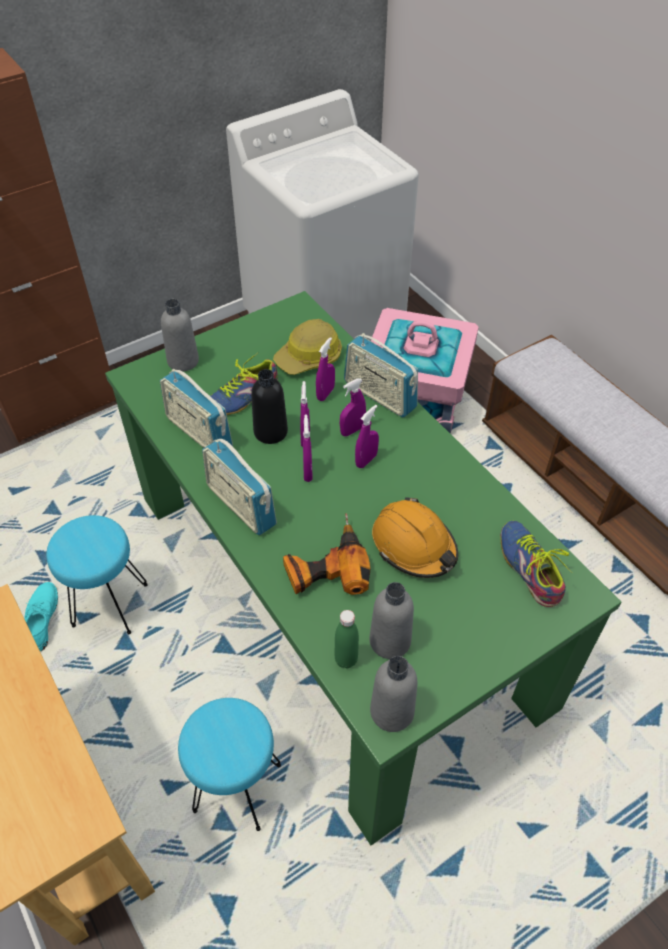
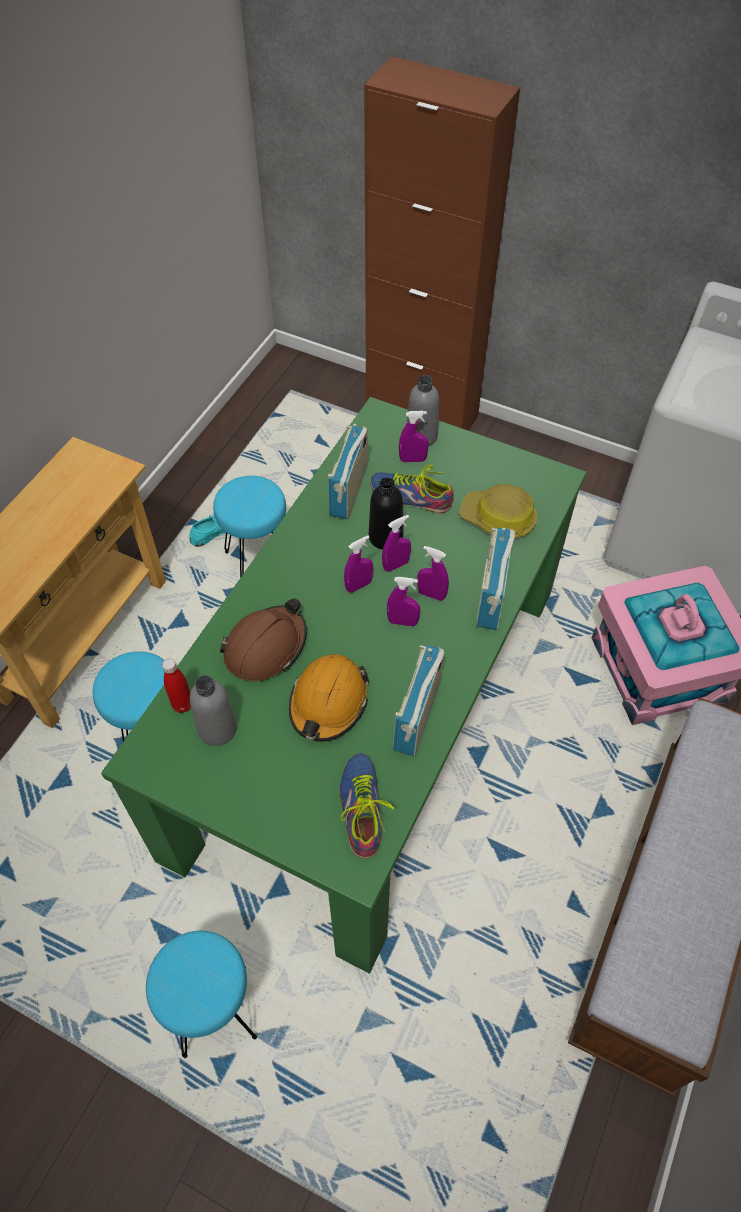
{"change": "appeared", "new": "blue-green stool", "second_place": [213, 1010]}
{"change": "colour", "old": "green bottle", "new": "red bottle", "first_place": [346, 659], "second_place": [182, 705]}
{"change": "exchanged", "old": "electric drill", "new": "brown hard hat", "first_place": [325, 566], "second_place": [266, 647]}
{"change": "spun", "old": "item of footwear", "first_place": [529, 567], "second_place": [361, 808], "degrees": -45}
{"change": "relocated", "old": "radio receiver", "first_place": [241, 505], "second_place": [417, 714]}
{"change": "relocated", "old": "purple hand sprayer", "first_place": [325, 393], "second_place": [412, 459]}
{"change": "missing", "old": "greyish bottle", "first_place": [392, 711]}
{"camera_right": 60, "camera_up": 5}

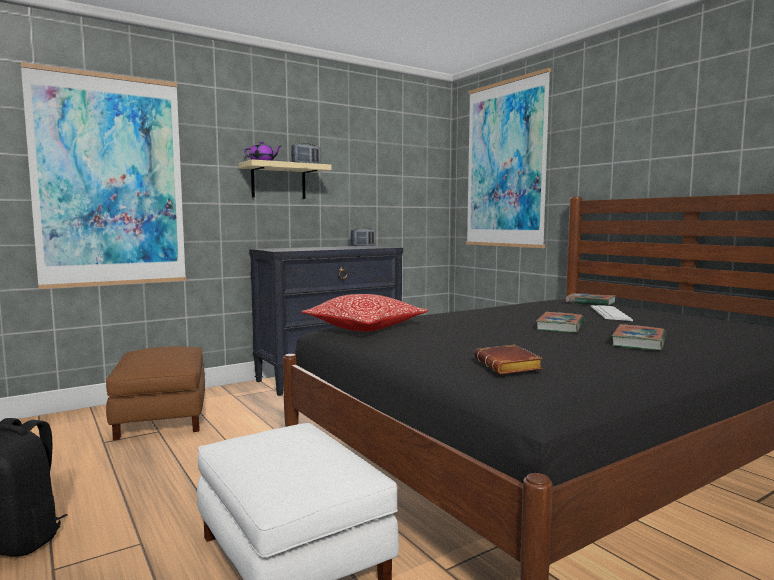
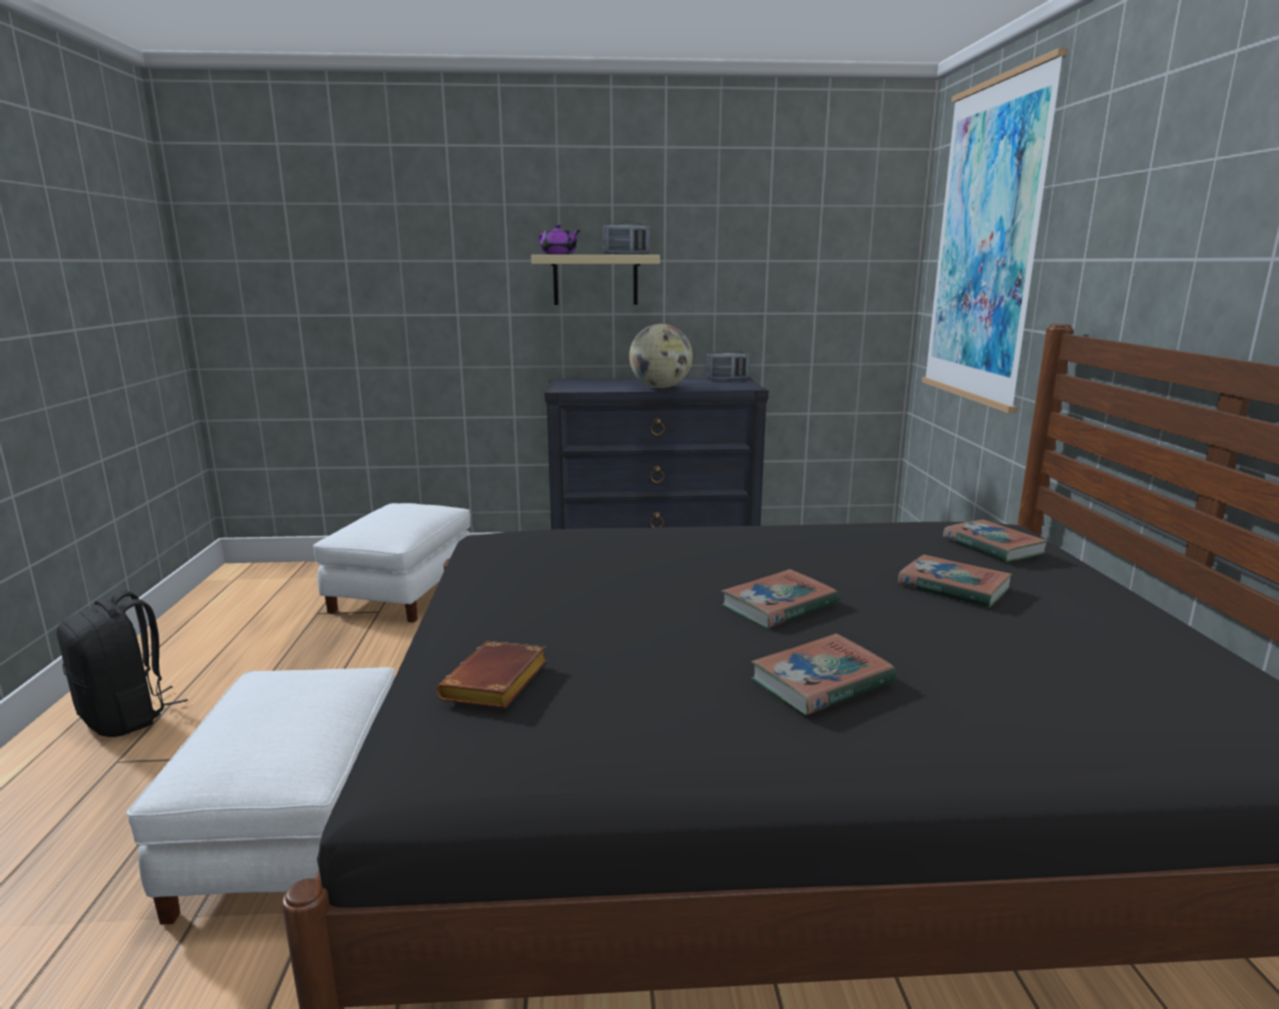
{"change": "colour", "old": "brown footrest", "new": "whitish footrest", "first_place": [161, 417], "second_place": [402, 592]}
{"change": "appeared", "new": "world globe", "second_place": [660, 388]}
{"change": "exchanged", "old": "keyboard", "new": "volume", "first_place": [610, 314], "second_place": [953, 587]}
{"change": "missing", "old": "picture", "first_place": [110, 181]}
{"change": "missing", "old": "pillow", "first_place": [365, 328]}
{"camera_right": 30, "camera_up": 10}

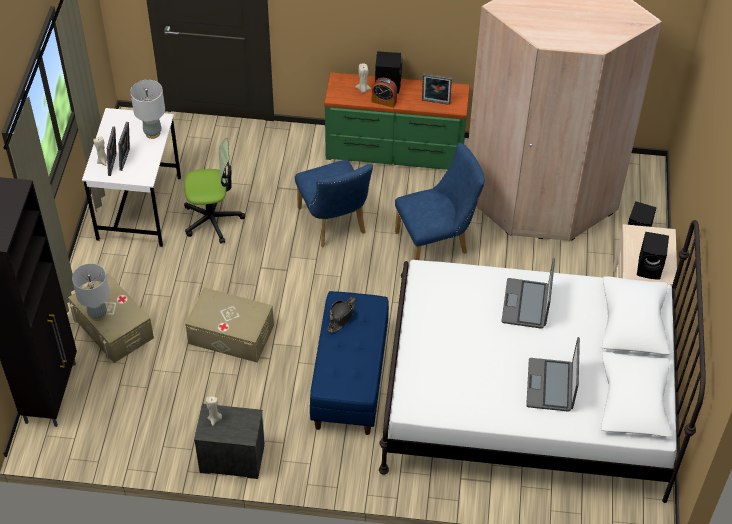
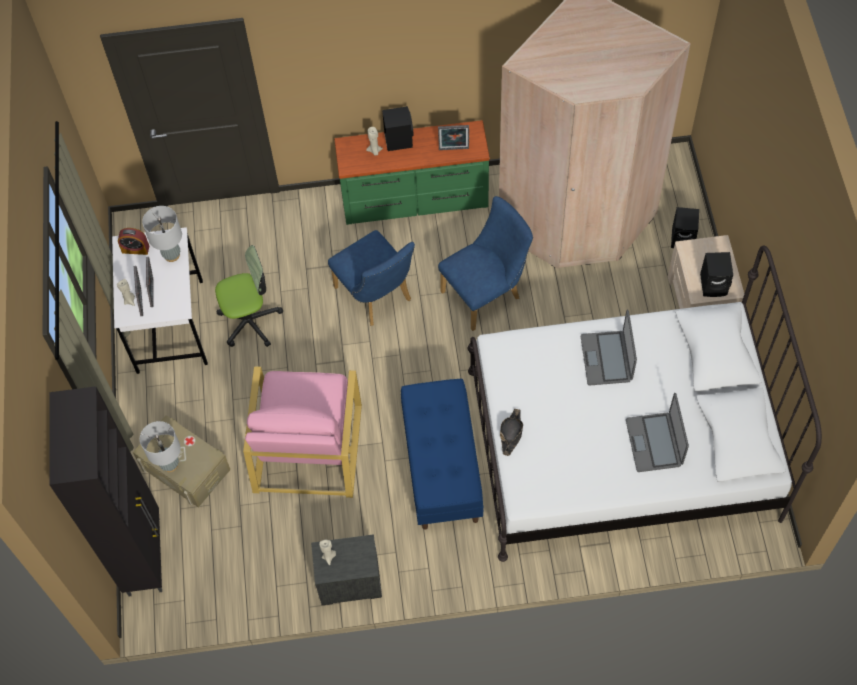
{"change": "relocated", "old": "alarm clock", "first_place": [384, 101], "second_place": [135, 249]}
{"change": "exchanged", "old": "beige-coloured storage box", "new": "pink-coloured lounge chair", "first_place": [231, 334], "second_place": [308, 446]}
{"change": "relocated", "old": "black-coloured wearable hat", "first_place": [341, 316], "second_place": [511, 433]}
{"camera_right": -10, "camera_up": 10}

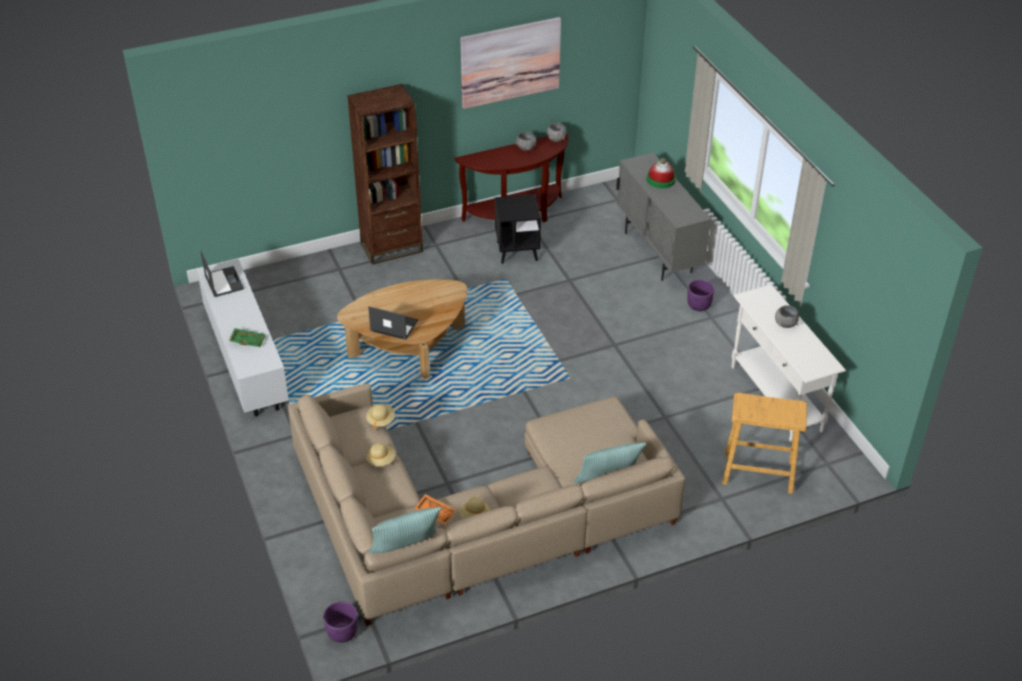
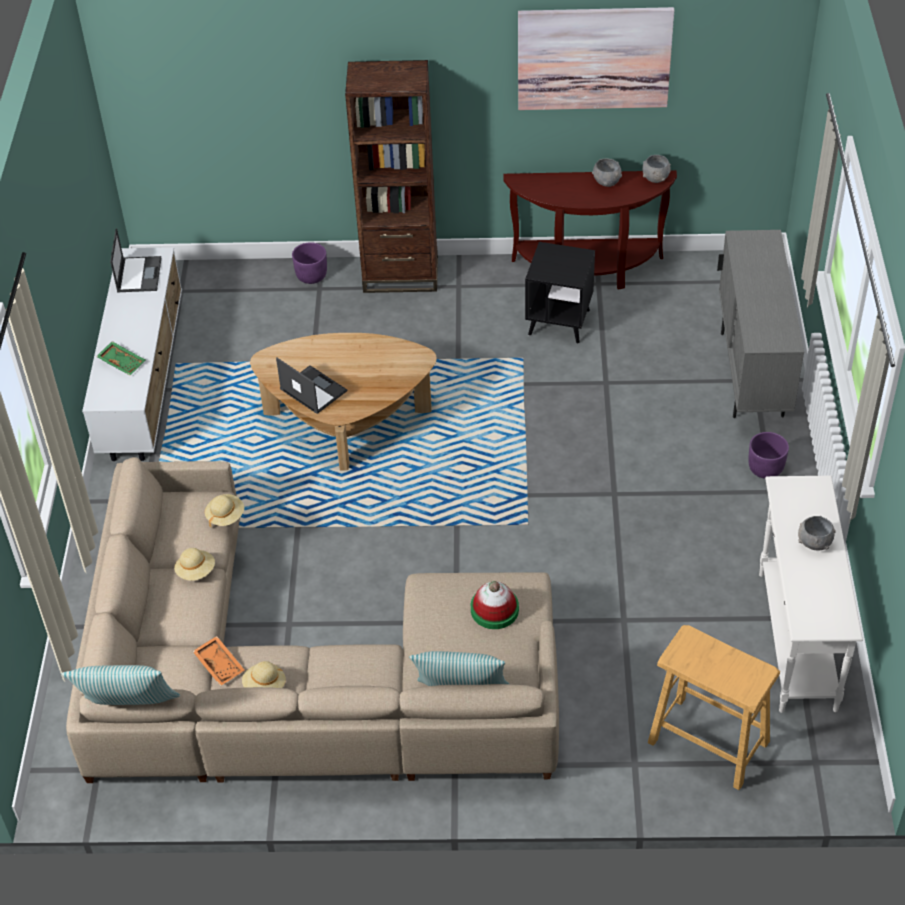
{"change": "relocated", "old": "purple flower pot", "first_place": [342, 632], "second_place": [311, 276]}
{"change": "relocated", "old": "wearable hat", "first_place": [661, 179], "second_place": [494, 609]}
{"camera_right": 25, "camera_up": 5}

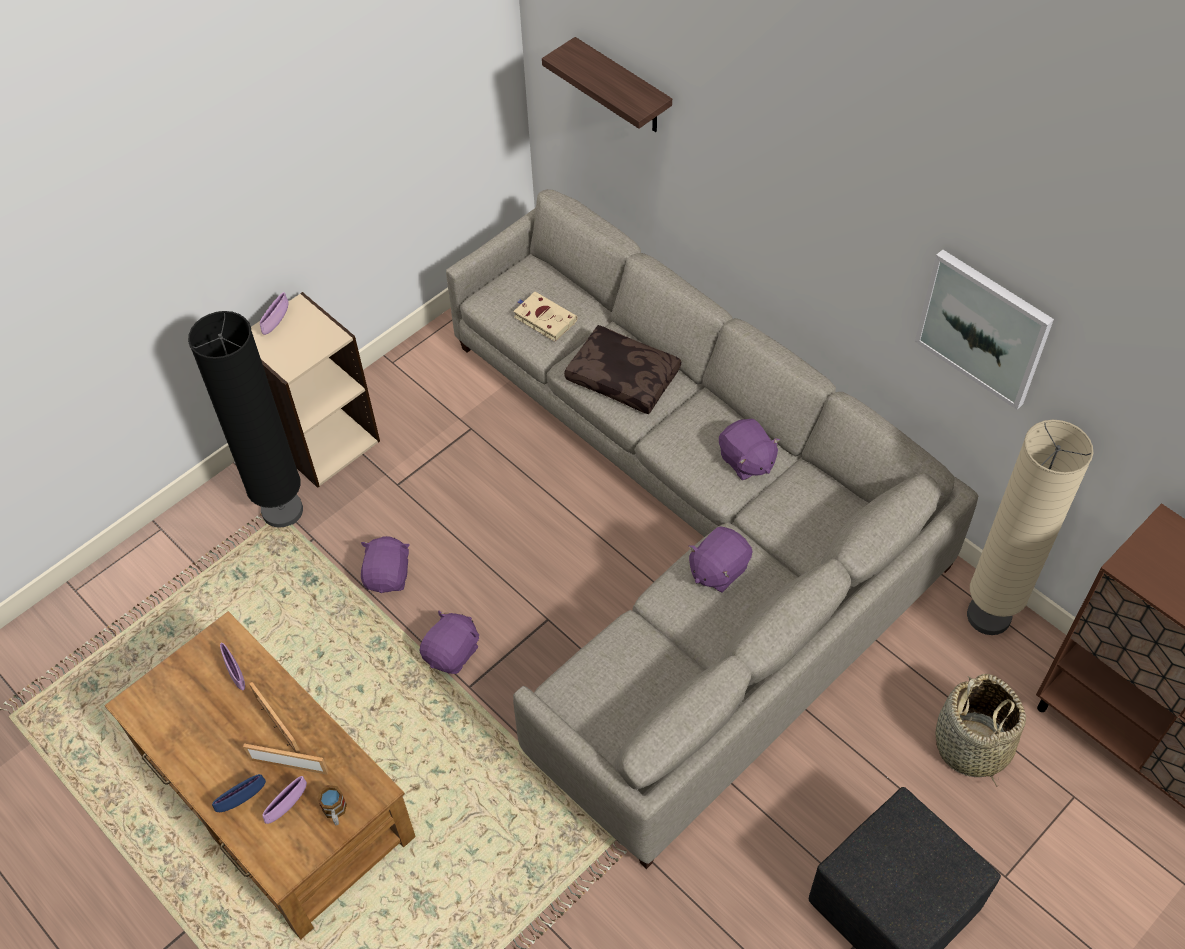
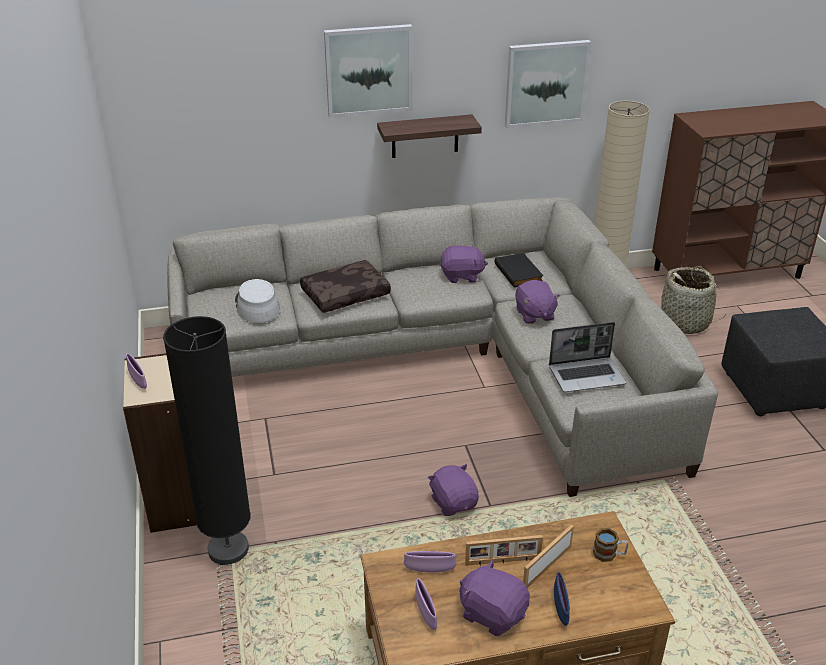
{"change": "exchanged", "old": "beige-coloured volume", "new": "greyish wearable hat", "first_place": [543, 318], "second_place": [256, 305]}
{"change": "appeared", "new": "picture", "second_place": [368, 70]}
{"change": "relocated", "old": "shelf", "first_place": [623, 88], "second_place": [425, 136]}
{"change": "relocated", "old": "purple serving bowl", "first_place": [287, 805], "second_place": [425, 613]}
{"change": "relocated", "old": "purple soft toy", "first_place": [388, 575], "second_place": [492, 613]}
{"change": "appeared", "new": "black-coloured volume", "second_place": [519, 273]}
{"change": "appeared", "new": "portable computer", "second_place": [587, 375]}
{"camera_right": -60, "camera_up": -20}

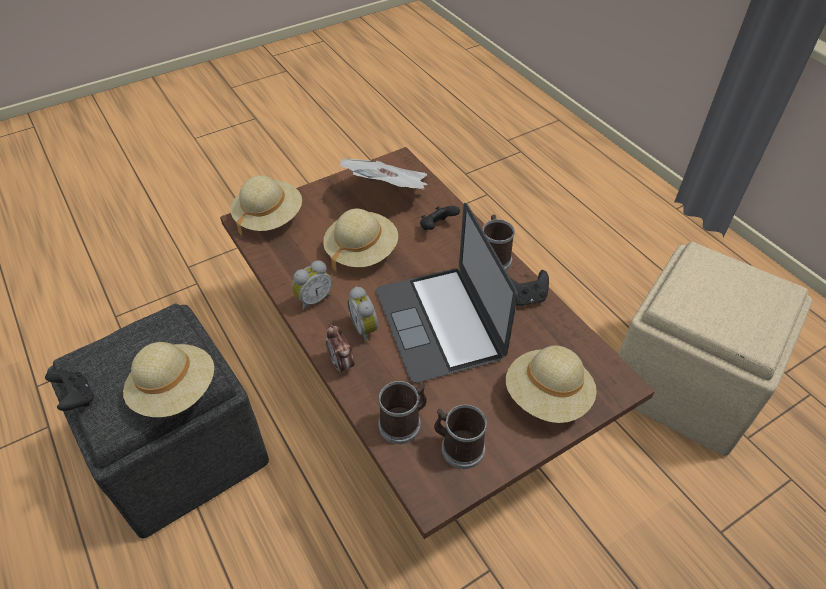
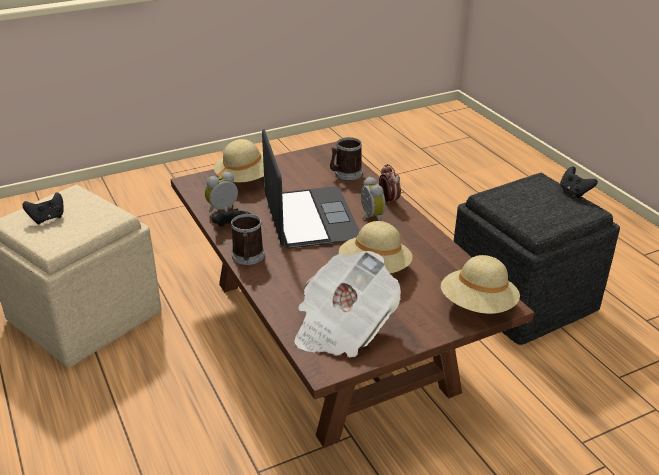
{"change": "relocated", "old": "black-coloured game controller", "first_place": [437, 227], "second_place": [47, 218]}
{"change": "relocated", "old": "alarm clock", "first_place": [313, 299], "second_place": [223, 210]}
{"change": "missing", "old": "beige-coloured wearable hat", "first_place": [175, 391]}
{"change": "missing", "old": "coffee mug", "first_place": [458, 446]}
{"camera_right": -175, "camera_up": -15}

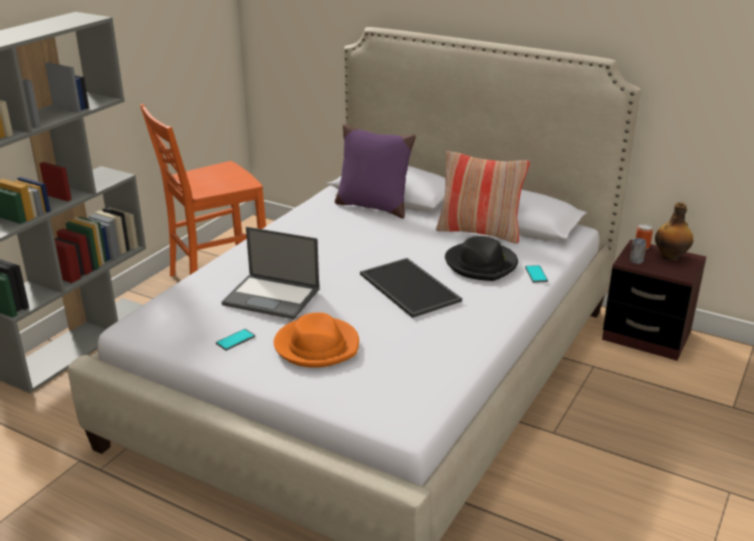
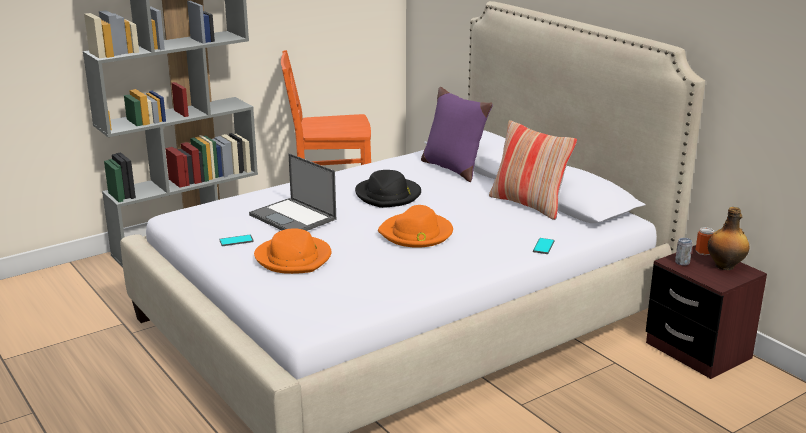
{"change": "relocated", "old": "black-coloured wearable hat", "first_place": [481, 264], "second_place": [388, 195]}
{"change": "exchanged", "old": "tray", "new": "orangey wearable hat", "first_place": [411, 287], "second_place": [416, 233]}
{"camera_right": 25, "camera_up": -5}

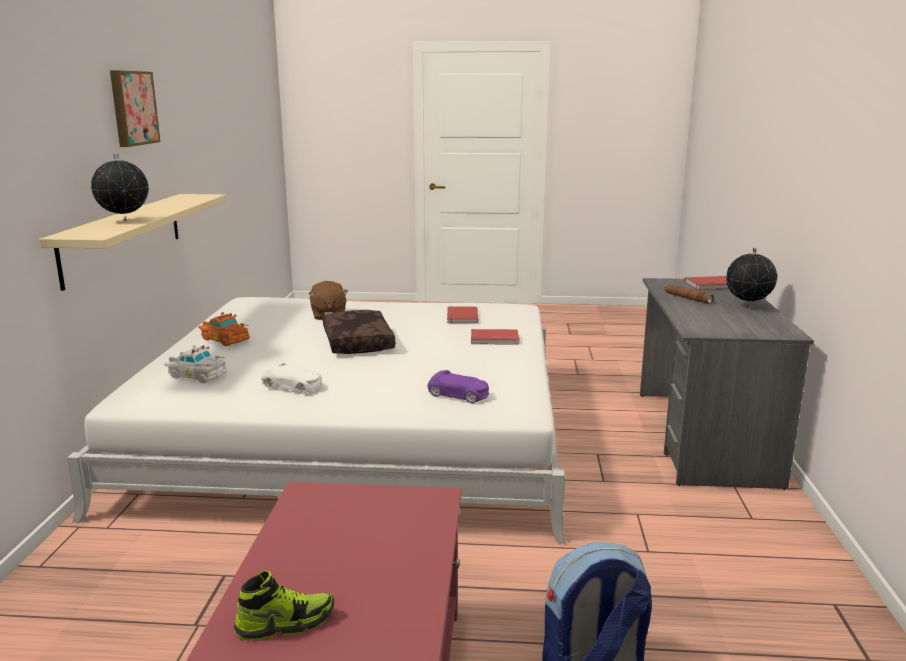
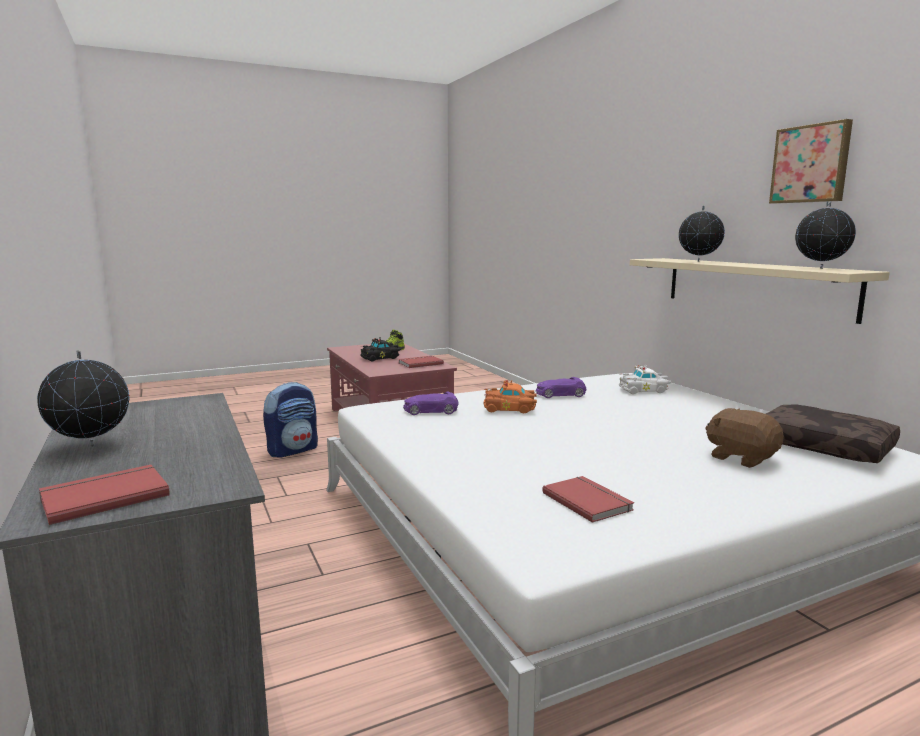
{"change": "appeared", "new": "black-coloured model car", "second_place": [381, 358]}
{"change": "relocated", "old": "red volume", "first_place": [495, 339], "second_place": [420, 363]}
{"change": "relocated", "old": "orangey model car", "first_place": [225, 339], "second_place": [511, 409]}
{"change": "colour", "old": "whitish model car", "new": "purple model car", "first_place": [293, 386], "second_place": [560, 394]}
{"change": "relocated", "old": "brown pillow", "first_place": [356, 342], "second_place": [825, 446]}
{"change": "appeared", "new": "world globe", "second_place": [820, 268]}
{"change": "missing", "old": "brown torch", "first_place": [687, 298]}
{"camera_right": 150, "camera_up": -5}

